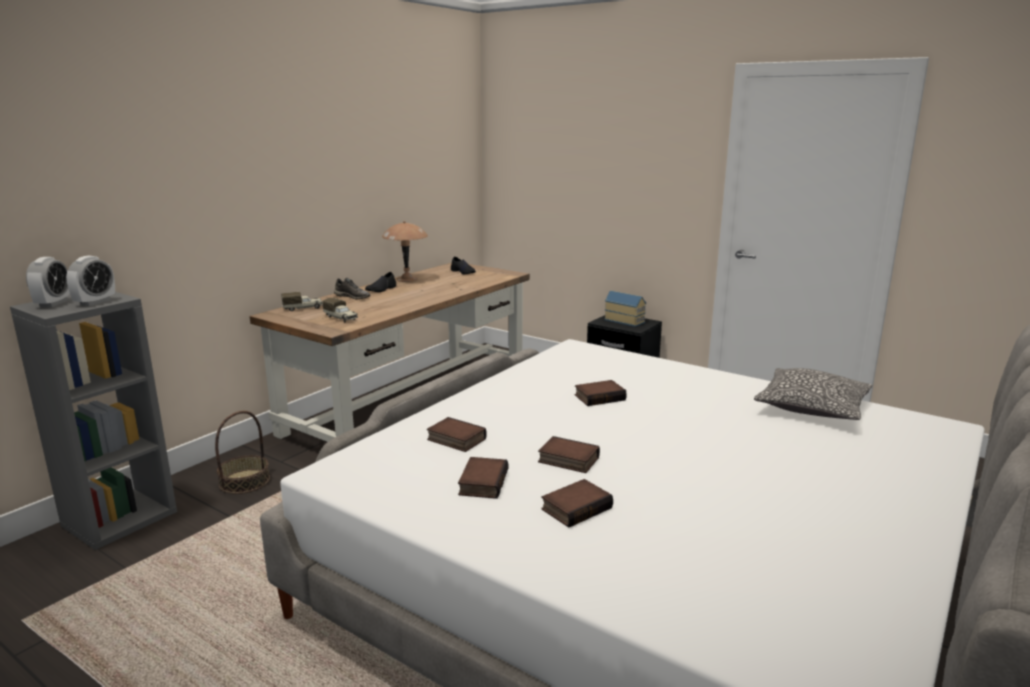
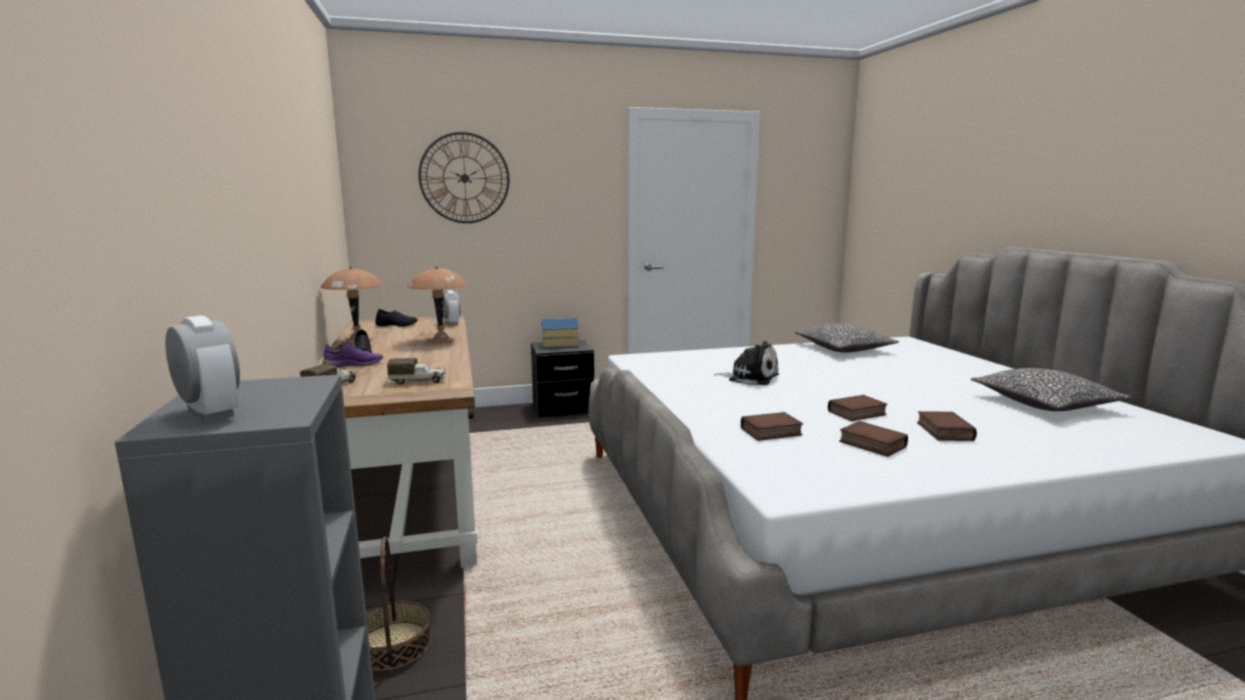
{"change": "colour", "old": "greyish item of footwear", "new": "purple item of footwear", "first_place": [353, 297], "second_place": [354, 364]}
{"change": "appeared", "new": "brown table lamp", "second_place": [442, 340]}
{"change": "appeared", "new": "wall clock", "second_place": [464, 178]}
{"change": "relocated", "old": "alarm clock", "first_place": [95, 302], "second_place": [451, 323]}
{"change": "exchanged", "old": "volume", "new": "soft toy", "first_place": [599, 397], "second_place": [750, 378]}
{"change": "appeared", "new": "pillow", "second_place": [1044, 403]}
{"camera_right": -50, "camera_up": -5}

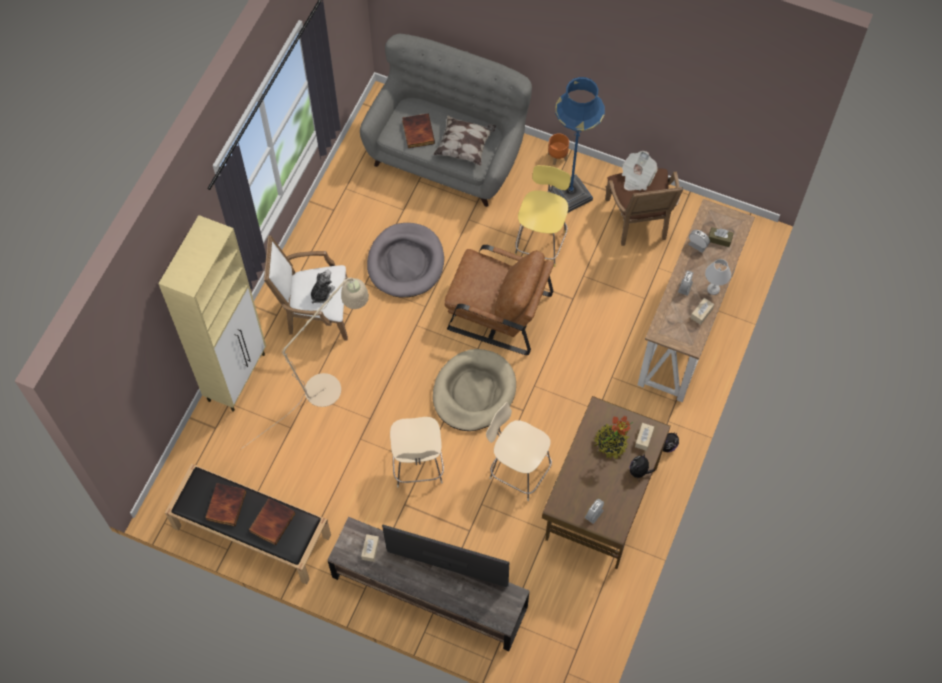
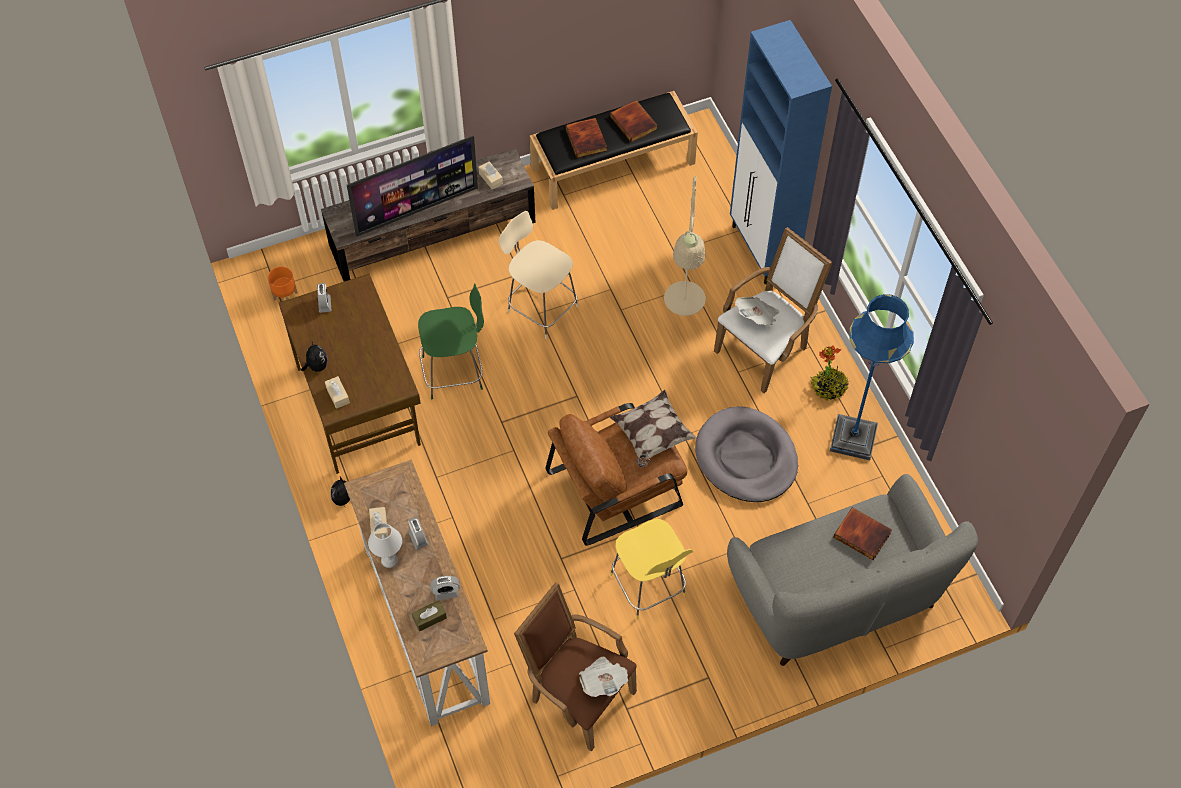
{"change": "relocated", "old": "orangey flower pot", "first_place": [557, 157], "second_place": [285, 296]}
{"change": "colour", "old": "beige-coloured stool", "new": "green stool", "first_place": [518, 470], "second_place": [455, 372]}
{"change": "relocated", "old": "pillow", "first_place": [465, 146], "second_place": [652, 436]}
{"change": "colour", "old": "beige-coloured cupboard", "new": "bluish cupboard", "first_place": [237, 376], "second_place": [763, 251]}
{"change": "exchanged", "old": "soft toy", "new": "printed paper", "first_place": [322, 293], "second_place": [757, 317]}
{"change": "relocated", "old": "houseplant", "first_place": [611, 443], "second_place": [829, 387]}
{"change": "relocated", "old": "bluish standard lamp", "first_place": [570, 195], "second_place": [853, 438]}
{"change": "missing", "old": "beige-coloured pet bed", "first_place": [474, 392]}
{"camera_right": 135, "camera_up": -5}

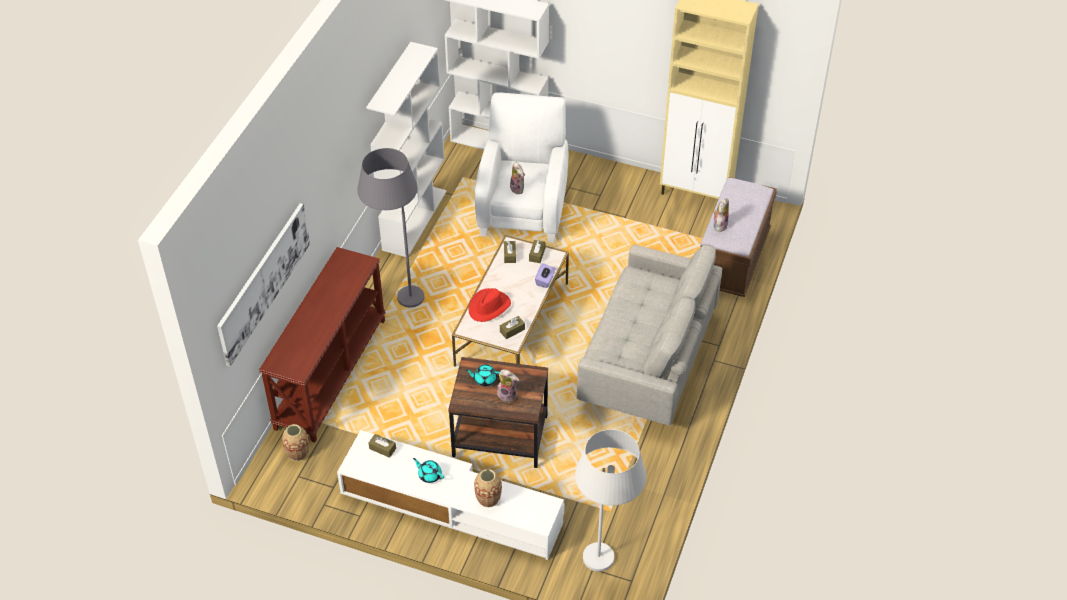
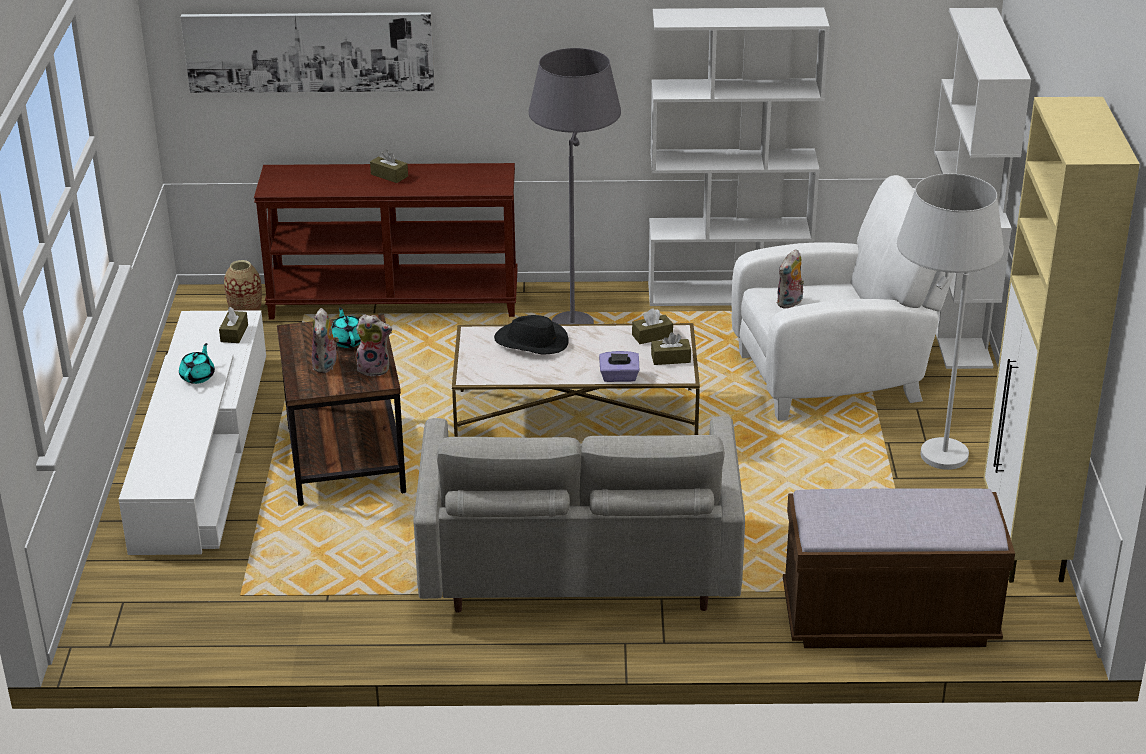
{"change": "relocated", "old": "soft toy", "first_place": [719, 225], "second_place": [374, 368]}
{"change": "relocated", "old": "brown box of tissues", "first_place": [512, 330], "second_place": [389, 175]}
{"change": "colour", "old": "red wearable hat", "new": "black-coloured wearable hat", "first_place": [489, 307], "second_place": [531, 342]}
{"change": "relocated", "old": "whitish standard lamp", "first_place": [604, 572], "second_place": [925, 465]}
{"change": "missing", "old": "flower vase", "first_place": [488, 499]}
{"camera_right": 70, "camera_up": -15}

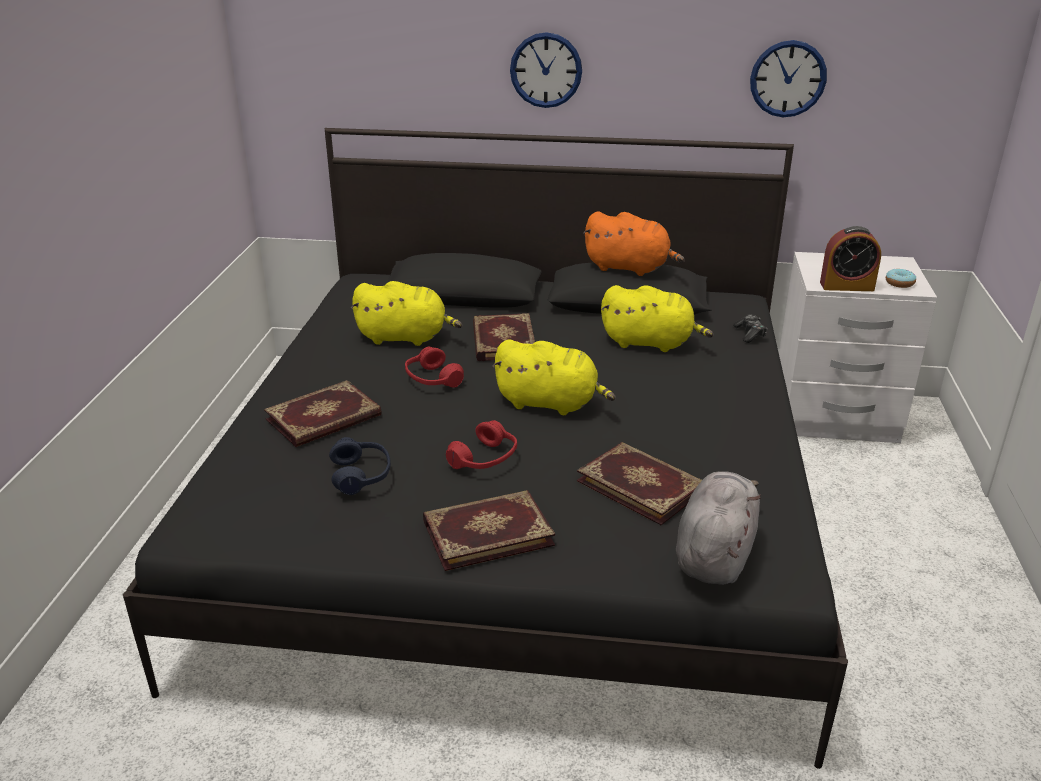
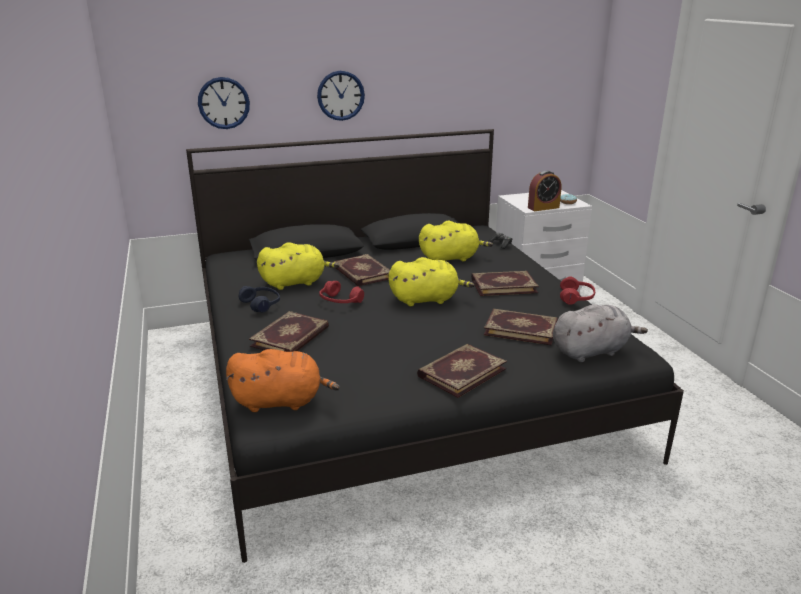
{"change": "relocated", "old": "wall clock", "first_place": [788, 79], "second_place": [223, 103]}
{"change": "relocated", "old": "orangey soft toy", "first_place": [630, 268], "second_place": [281, 401]}
{"change": "relocated", "old": "bluish headphones", "first_place": [361, 475], "second_place": [261, 304]}
{"change": "appeared", "new": "volume", "second_place": [503, 285]}
{"change": "spun", "old": "greyish soft toy", "first_place": [715, 553], "second_place": [591, 351], "degrees": 75}
{"change": "relocated", "old": "red headphones", "first_place": [484, 459], "second_place": [576, 298]}
{"camera_right": -25, "camera_up": -5}

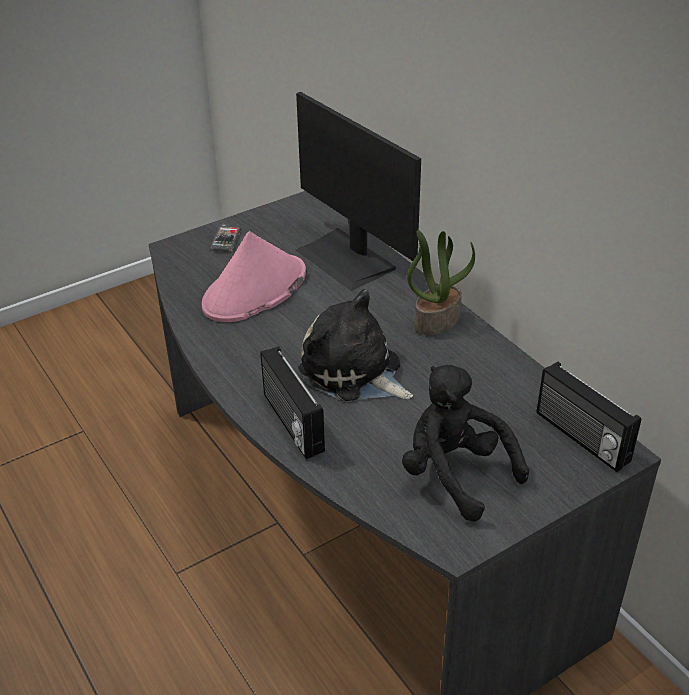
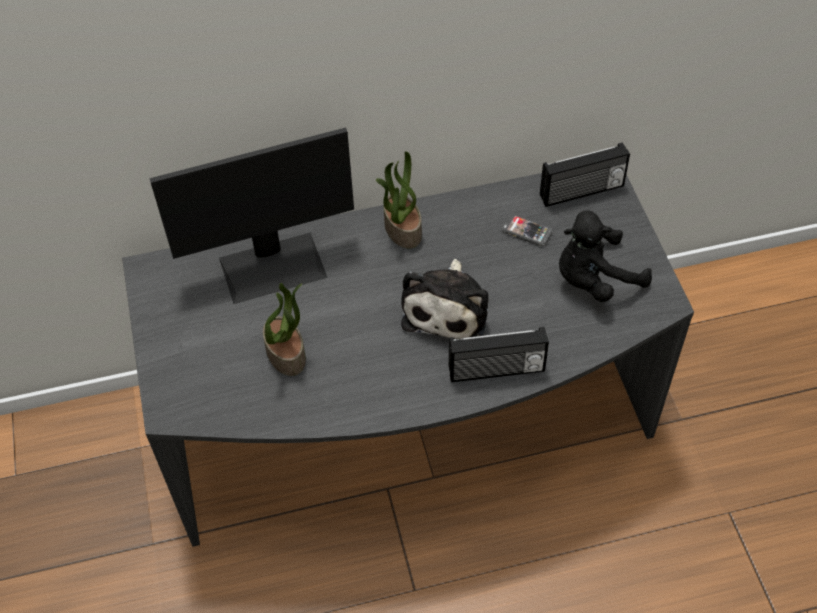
{"change": "exchanged", "old": "pink-coloured wearable hat", "new": "houseplant", "first_place": [254, 290], "second_place": [287, 354]}
{"change": "spun", "old": "soft toy", "first_place": [354, 372], "second_place": [448, 308], "degrees": -45}
{"change": "relocated", "old": "telephone", "first_place": [226, 239], "second_place": [526, 231]}
{"camera_right": -70, "camera_up": 15}

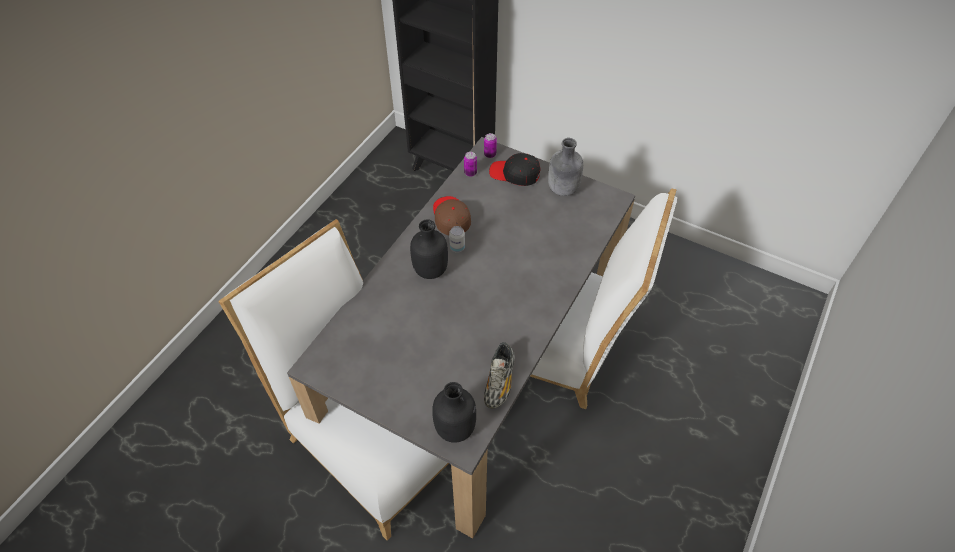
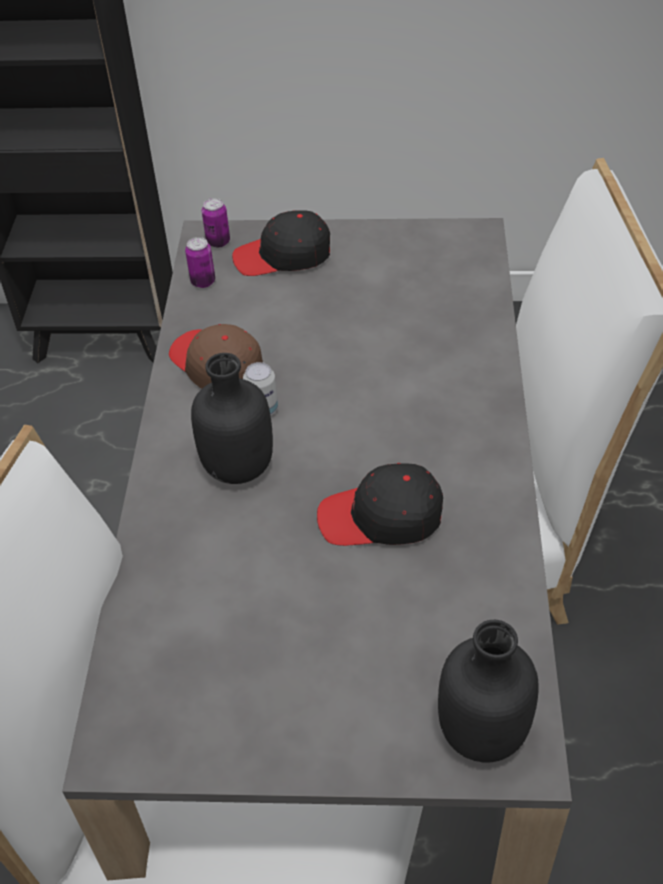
{"change": "appeared", "new": "black-coloured peaked cap", "second_place": [381, 517]}
{"change": "missing", "old": "item of footwear", "first_place": [499, 381]}
{"change": "missing", "old": "greyish bottle", "first_place": [562, 189]}
{"camera_right": -25, "camera_up": -5}

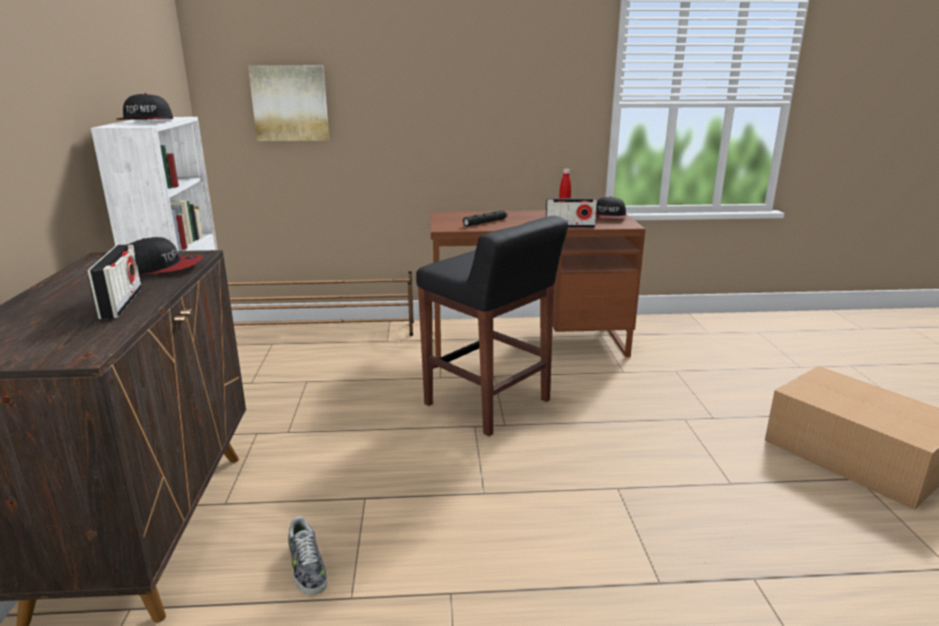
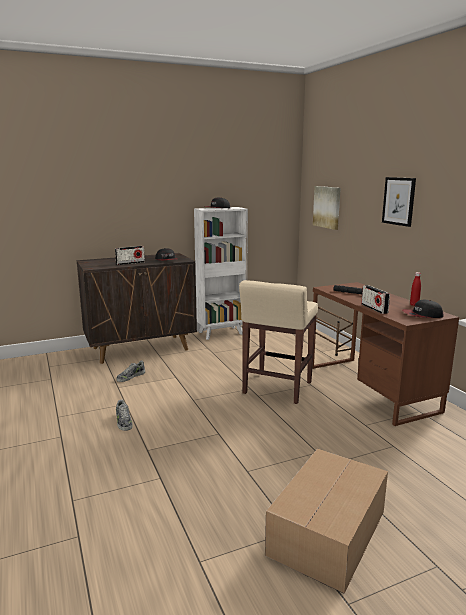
{"change": "appeared", "new": "item of footwear", "second_place": [123, 421]}
{"change": "colour", "old": "black-coloured stool", "new": "beige-coloured stool", "first_place": [488, 403], "second_place": [277, 388]}
{"change": "appeared", "new": "picture", "second_place": [399, 201]}
{"camera_right": 70, "camera_up": -5}

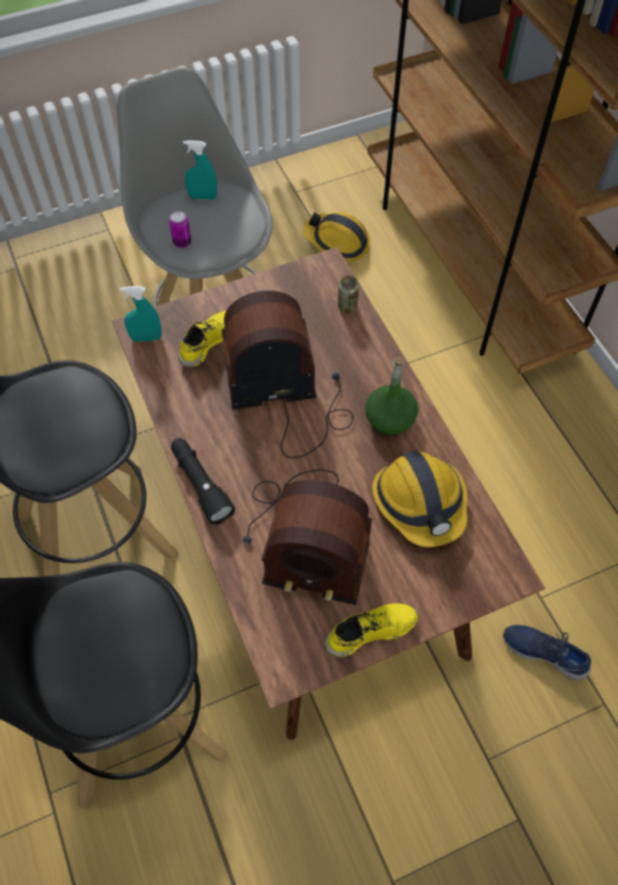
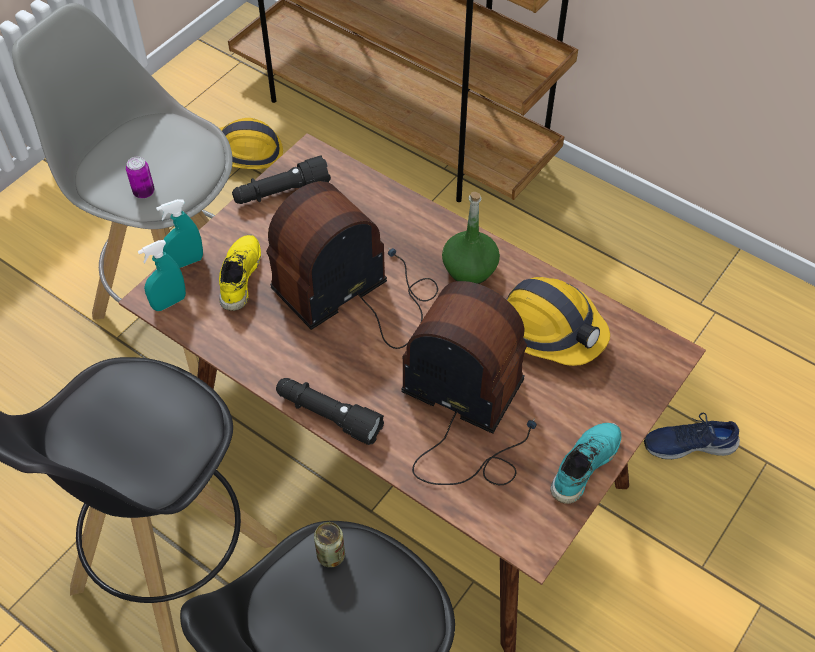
{"change": "relocated", "old": "blue-green hand sprayer", "first_place": [203, 197], "second_place": [186, 262]}
{"change": "appeared", "new": "black-coloured torch", "second_place": [281, 192]}
{"change": "relocated", "old": "metal can", "first_place": [347, 306], "second_place": [331, 555]}
{"change": "spun", "old": "radio receiver", "first_place": [305, 539], "second_place": [467, 415], "degrees": -135}
{"change": "colour", "old": "yellowish item of footwear", "new": "blue-green item of footwear", "first_place": [370, 630], "second_place": [583, 465]}
{"camera_right": -30, "camera_up": -5}

